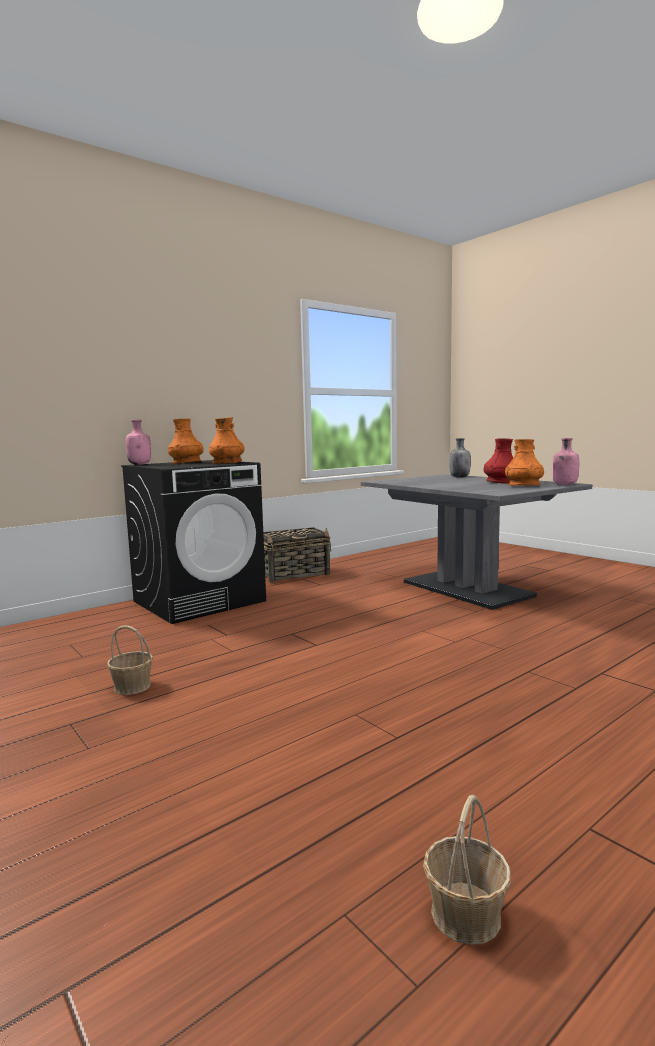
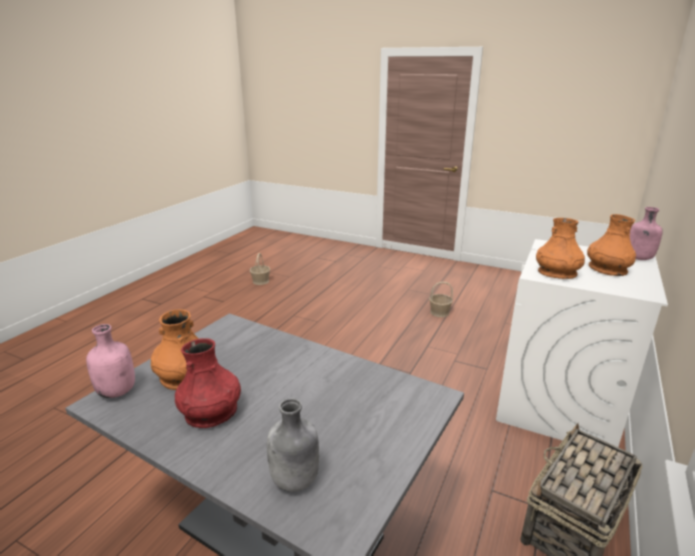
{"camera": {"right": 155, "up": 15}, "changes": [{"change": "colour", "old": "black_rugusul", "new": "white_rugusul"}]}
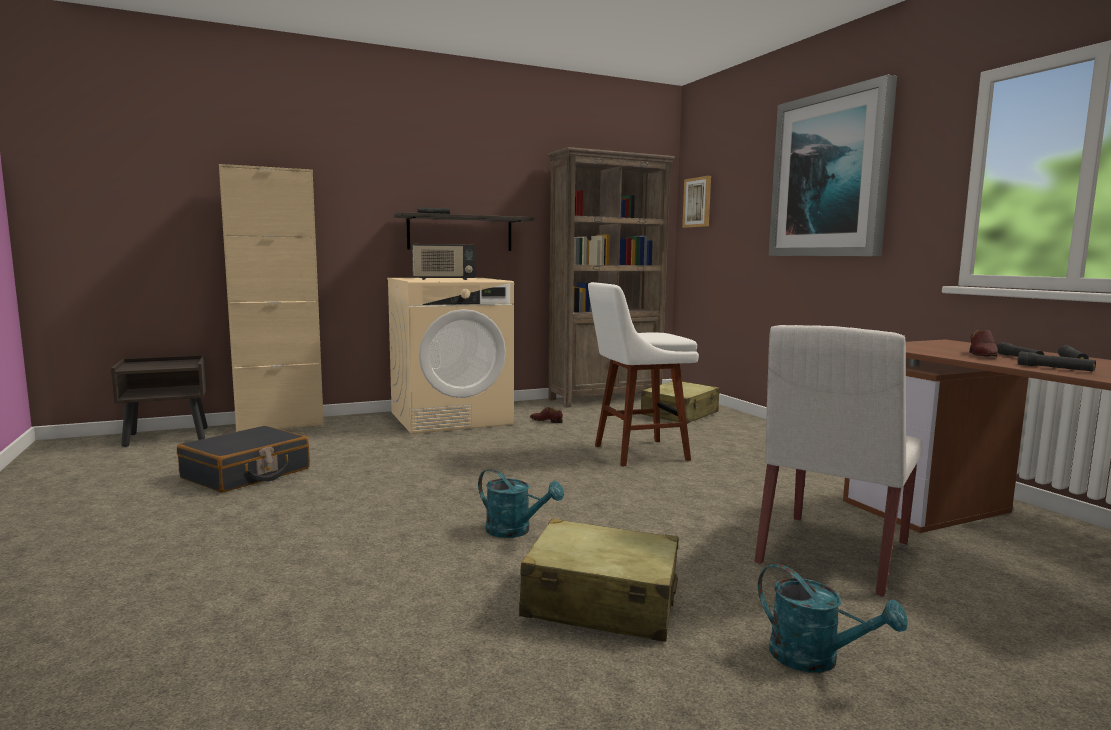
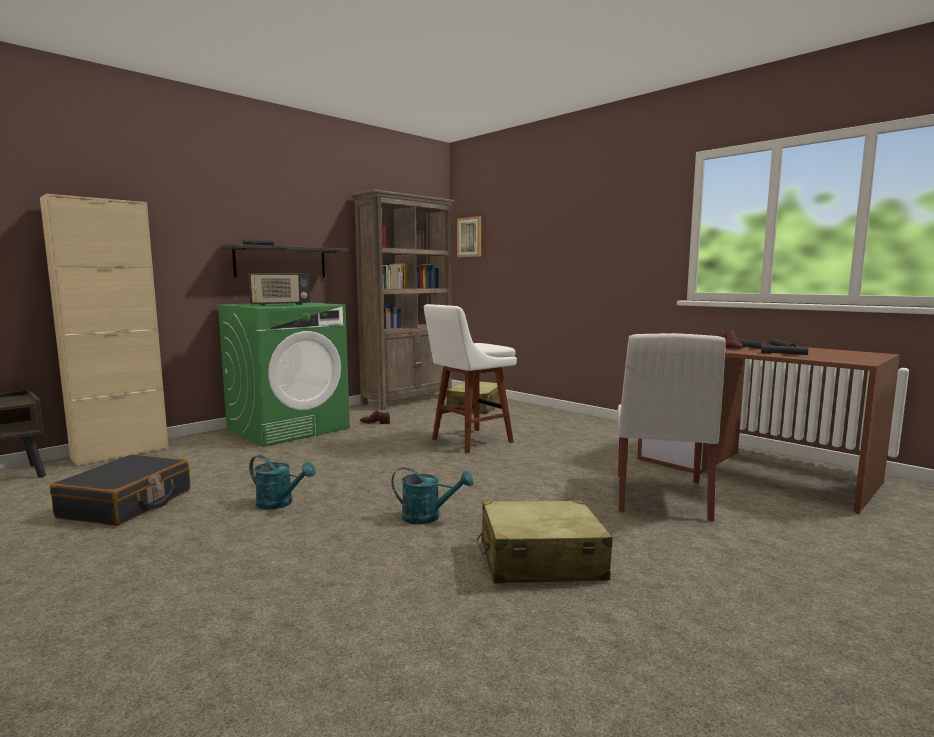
{"camera": {"right": -20, "up": 0}, "changes": [{"change": "missing", "old": "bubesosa (no. 2 from left)"}, {"change": "relocated", "old": "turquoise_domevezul (no. 2 from left in the first image)", "new": "turquoise_domevezul (no. 1 from left)"}, {"change": "colour", "old": "beige_rugusul", "new": "green_rugusul"}]}
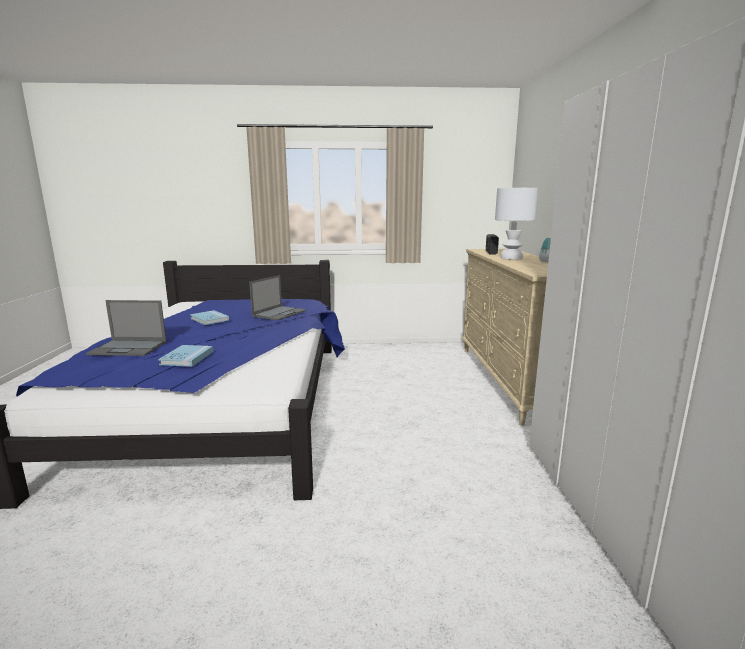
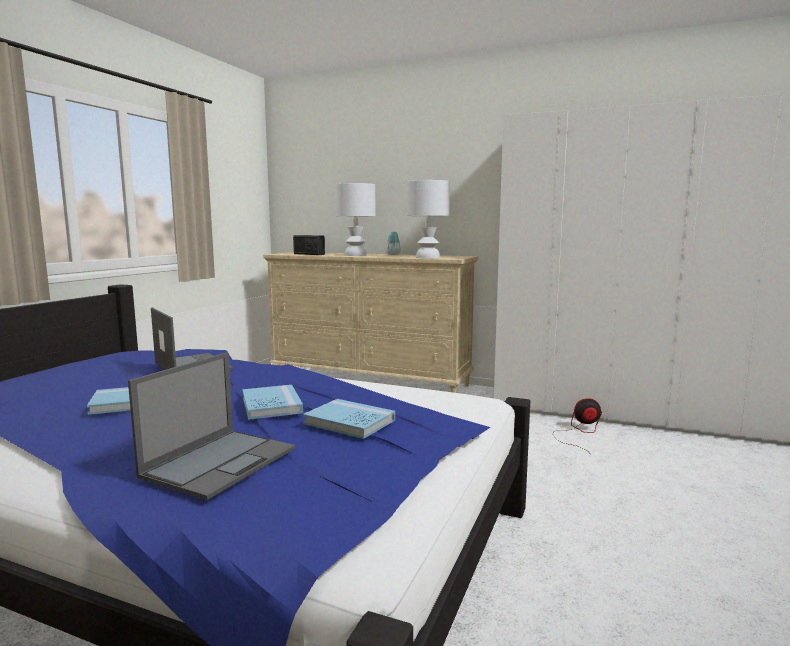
{"camera": {"right": -65, "up": -5}, "changes": [{"change": "appeared", "new": "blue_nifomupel (no. 2 from left)"}, {"change": "appeared", "new": "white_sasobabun (no. 2 from left)"}, {"change": "appeared", "new": "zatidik"}]}
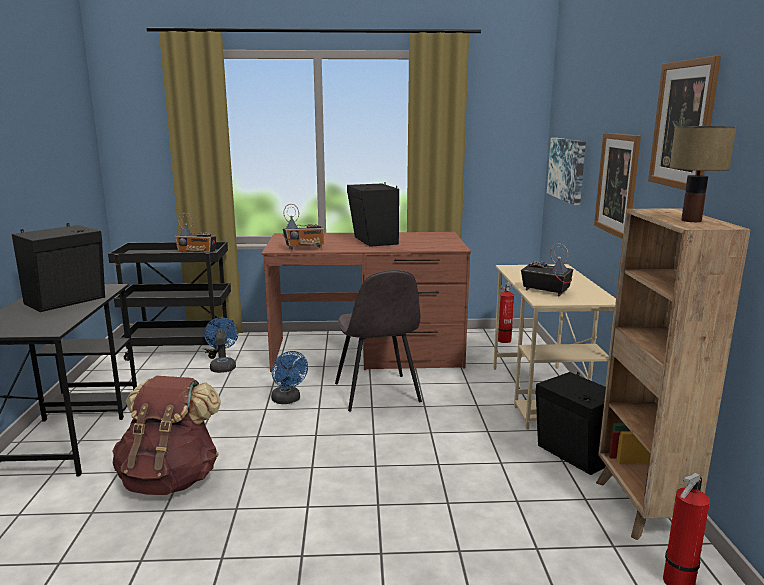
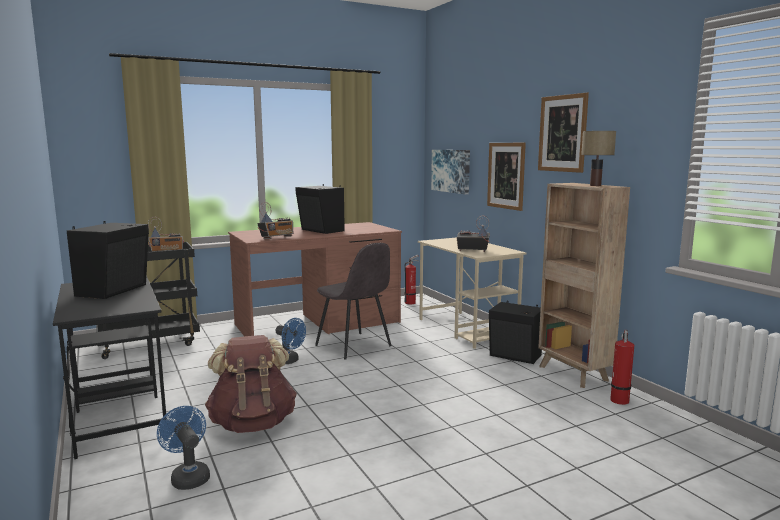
{"camera": {"right": -25, "up": -5}, "changes": [{"change": "relocated", "old": "blue_zatidik (no. 1 from left)"}]}
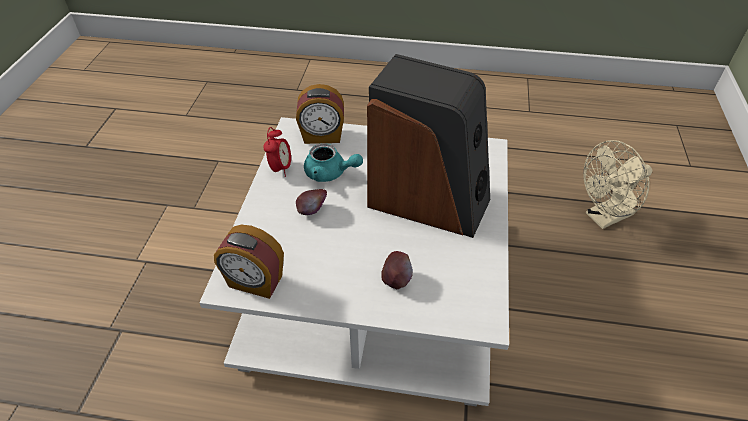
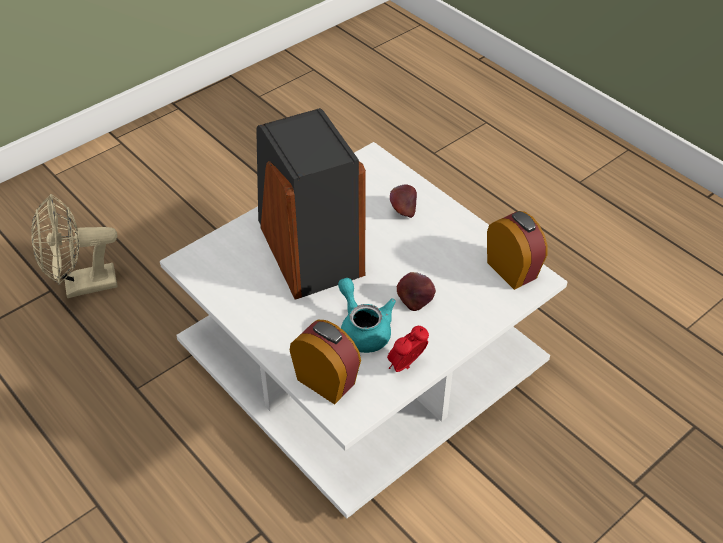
{"camera": {"right": -140, "up": 0}, "changes": [{"change": "spun", "old": "beige_zatidik", "degrees": 150}]}
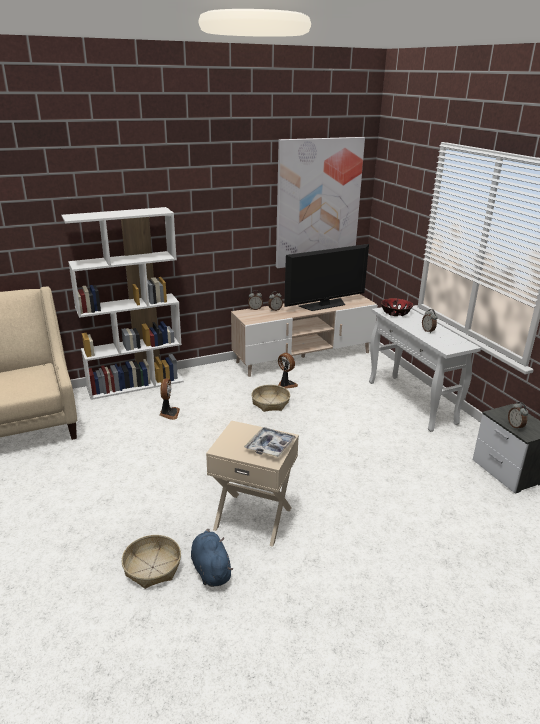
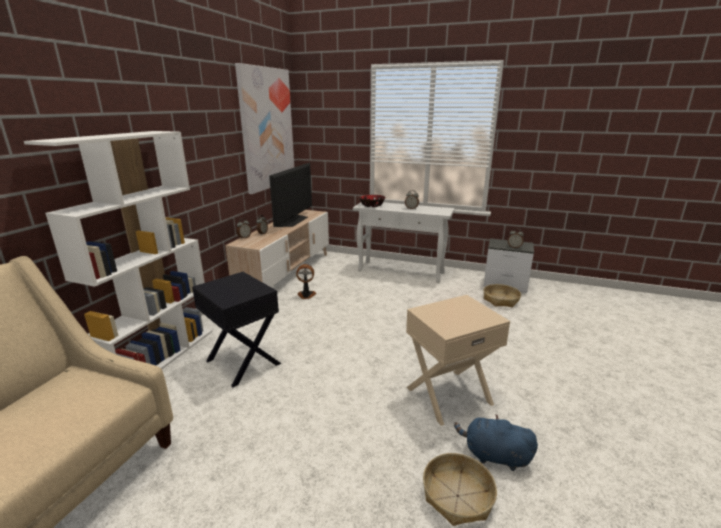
{"camera": {"right": -45, "up": -5}, "changes": [{"change": "missing", "old": "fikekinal"}, {"change": "relocated", "old": "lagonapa (no. 2 from left)"}, {"change": "exchanged", "old": "zatidik (no. 1 from left)", "new": "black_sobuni"}]}
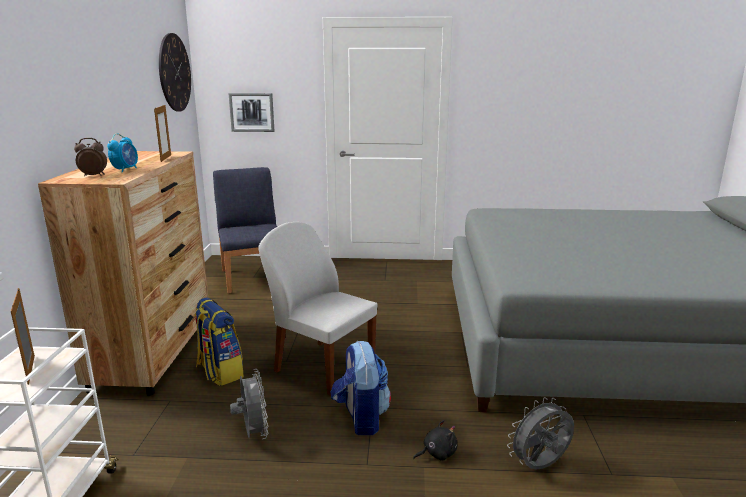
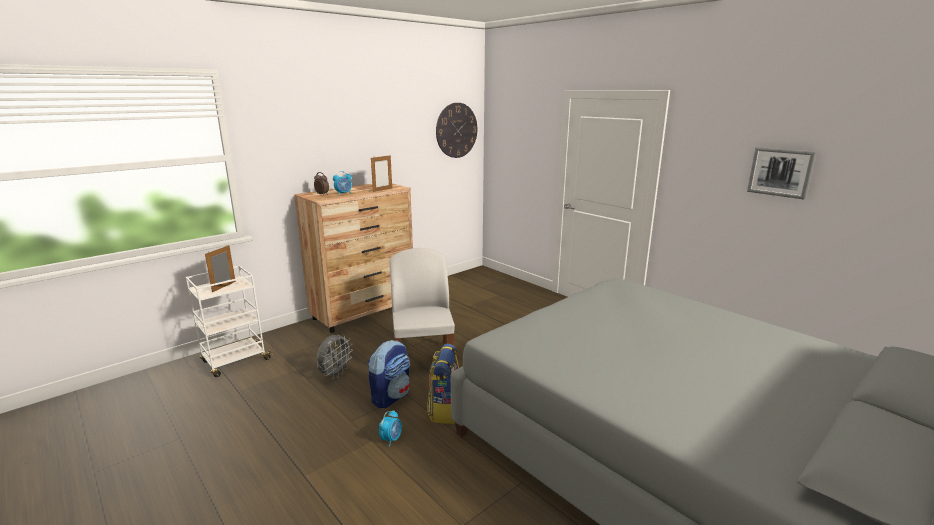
{"camera": {"right": 45, "up": 0}, "changes": [{"change": "missing", "old": "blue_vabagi"}, {"change": "missing", "old": "grey_zatidik (no. 2 from left)"}, {"change": "relocated", "old": "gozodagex (no. 1 from left in the first image)", "new": "gozodagex (no. 2 from left)"}, {"change": "relocated", "old": "bubesosa"}, {"change": "exchanged", "old": "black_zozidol", "new": "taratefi (no. 3 from left)"}]}
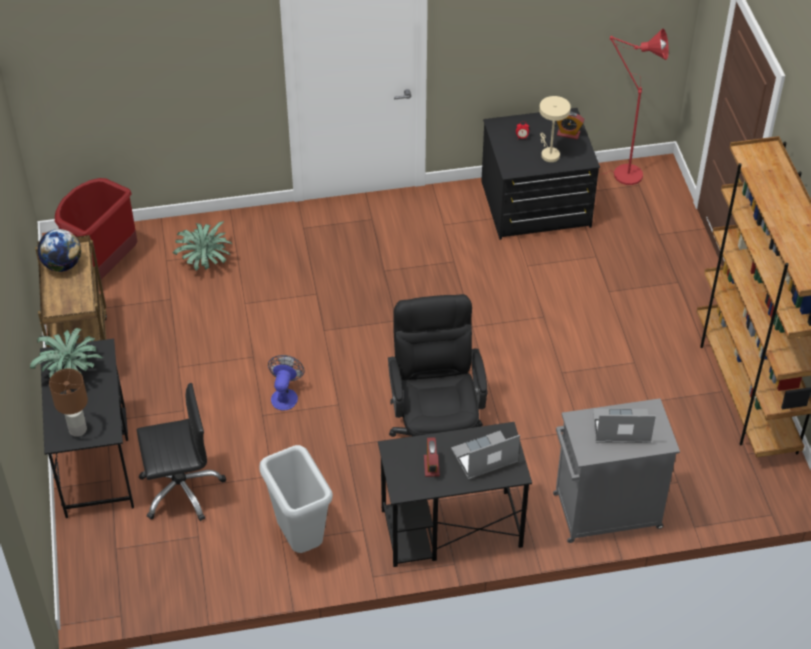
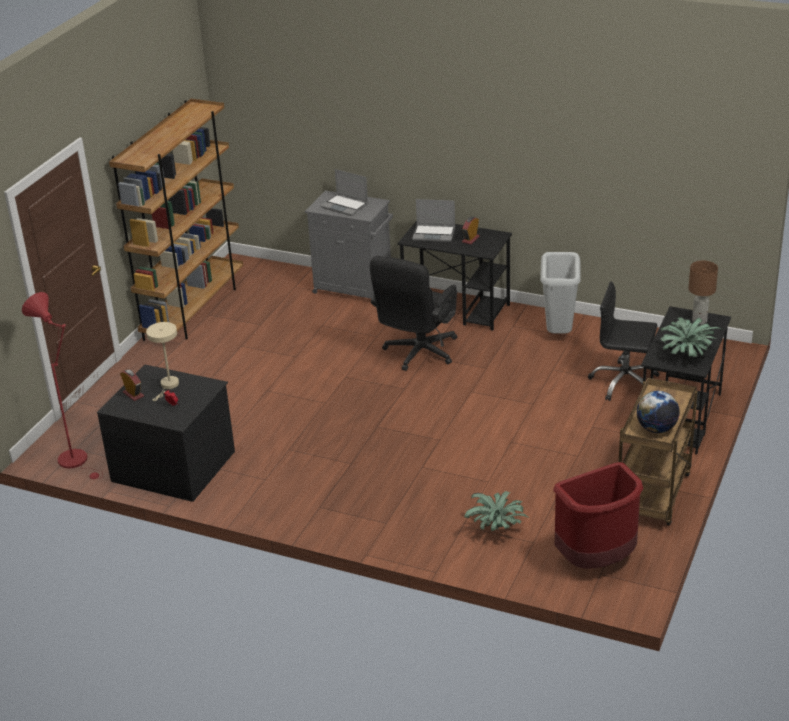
{"camera": {"right": -145, "up": -15}, "changes": [{"change": "missing", "old": "zatidik"}]}
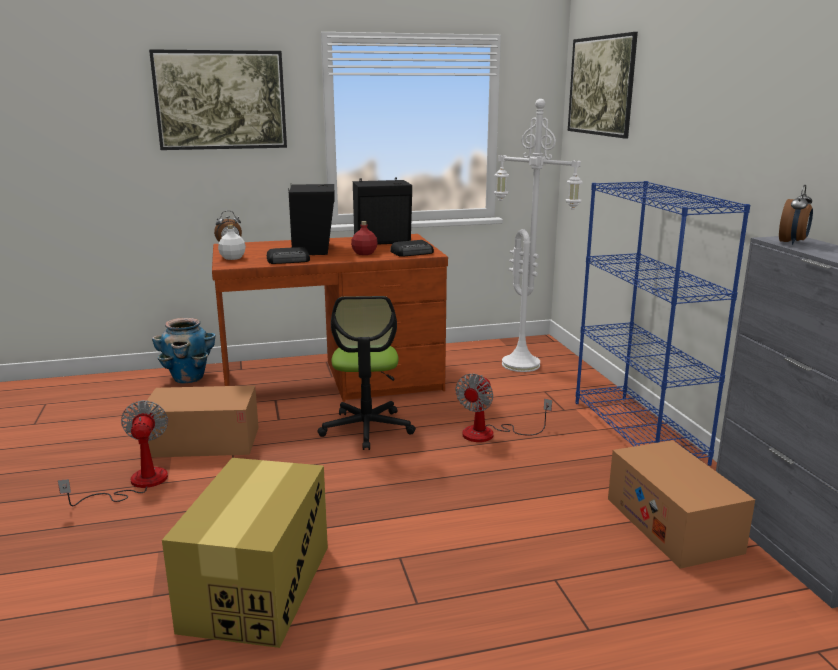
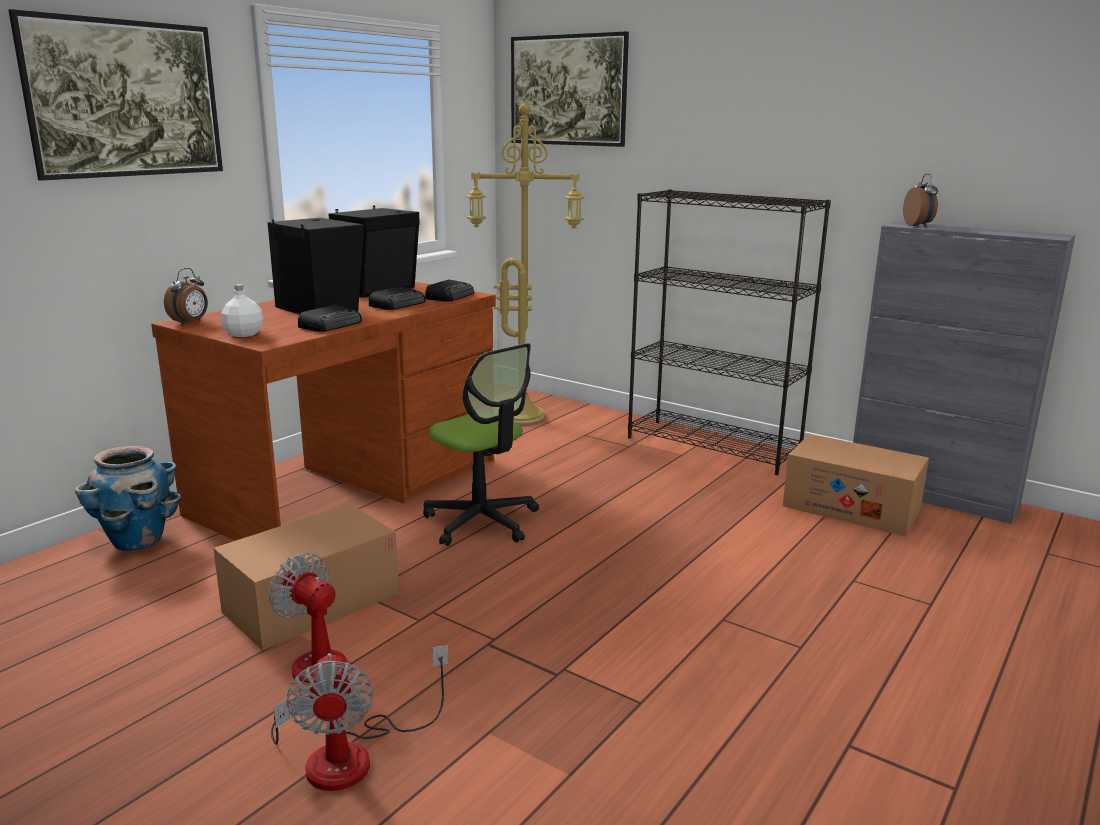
{"camera": {"right": -40, "up": 0}, "changes": [{"change": "missing", "old": "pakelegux (no. 2 from left)"}, {"change": "relocated", "old": "zatidik (no. 2 from left)"}, {"change": "exchanged", "old": "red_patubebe", "new": "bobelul (no. 2 from left)"}, {"change": "colour", "old": "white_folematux", "new": "yellow_folematux"}, {"change": "colour", "old": "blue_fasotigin", "new": "black_fasotigin"}]}
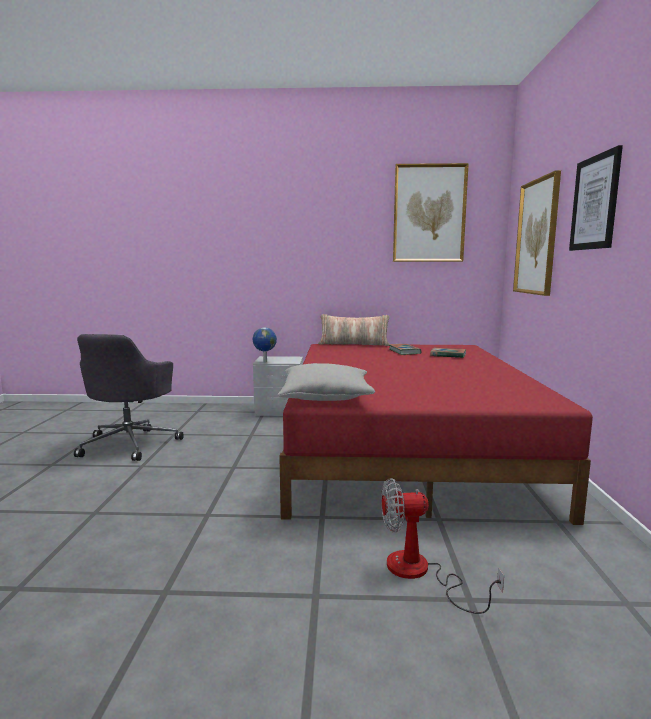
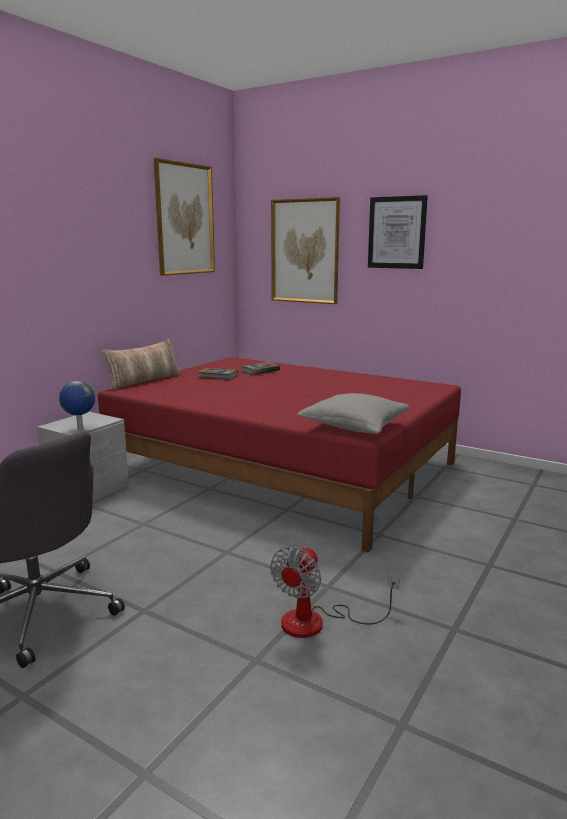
{"camera": {"right": -60, "up": 5}, "changes": [{"change": "relocated", "old": "zatidik"}]}
